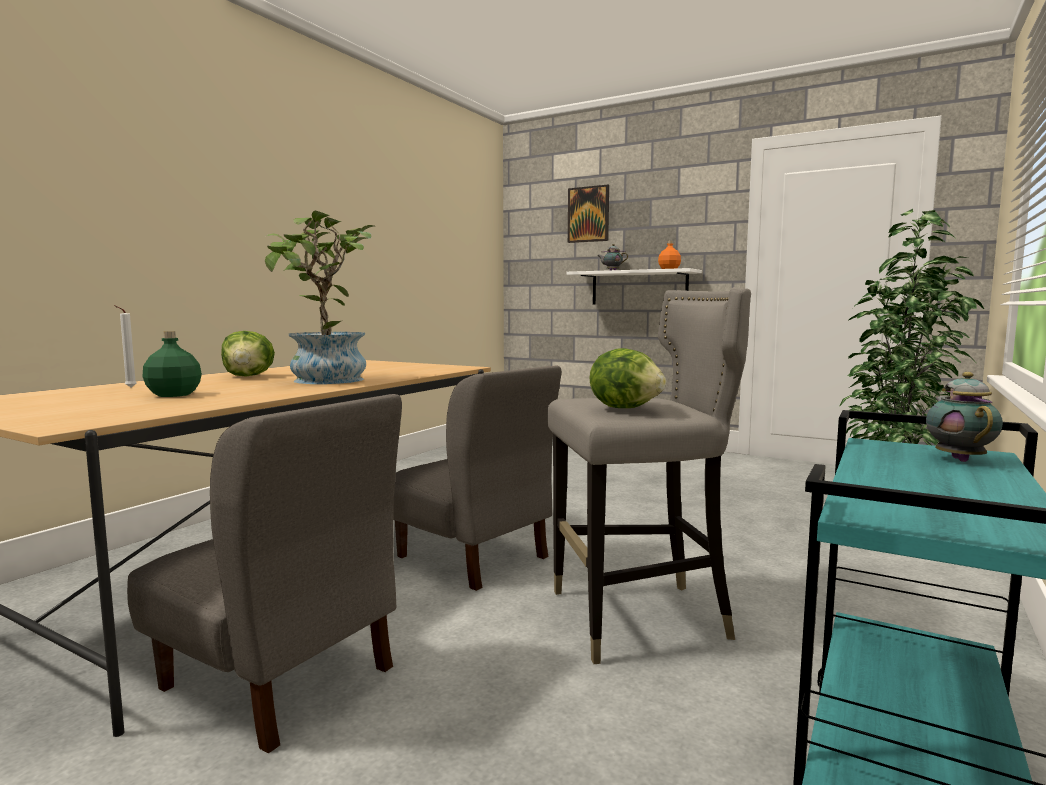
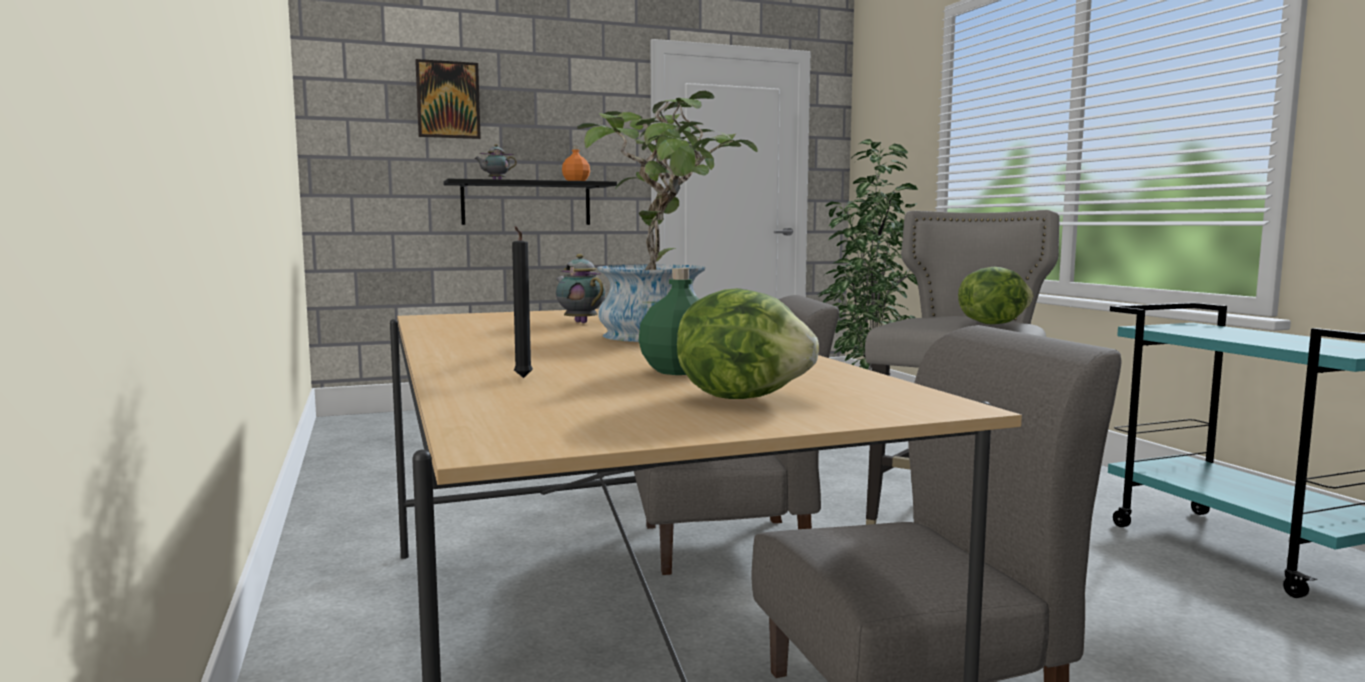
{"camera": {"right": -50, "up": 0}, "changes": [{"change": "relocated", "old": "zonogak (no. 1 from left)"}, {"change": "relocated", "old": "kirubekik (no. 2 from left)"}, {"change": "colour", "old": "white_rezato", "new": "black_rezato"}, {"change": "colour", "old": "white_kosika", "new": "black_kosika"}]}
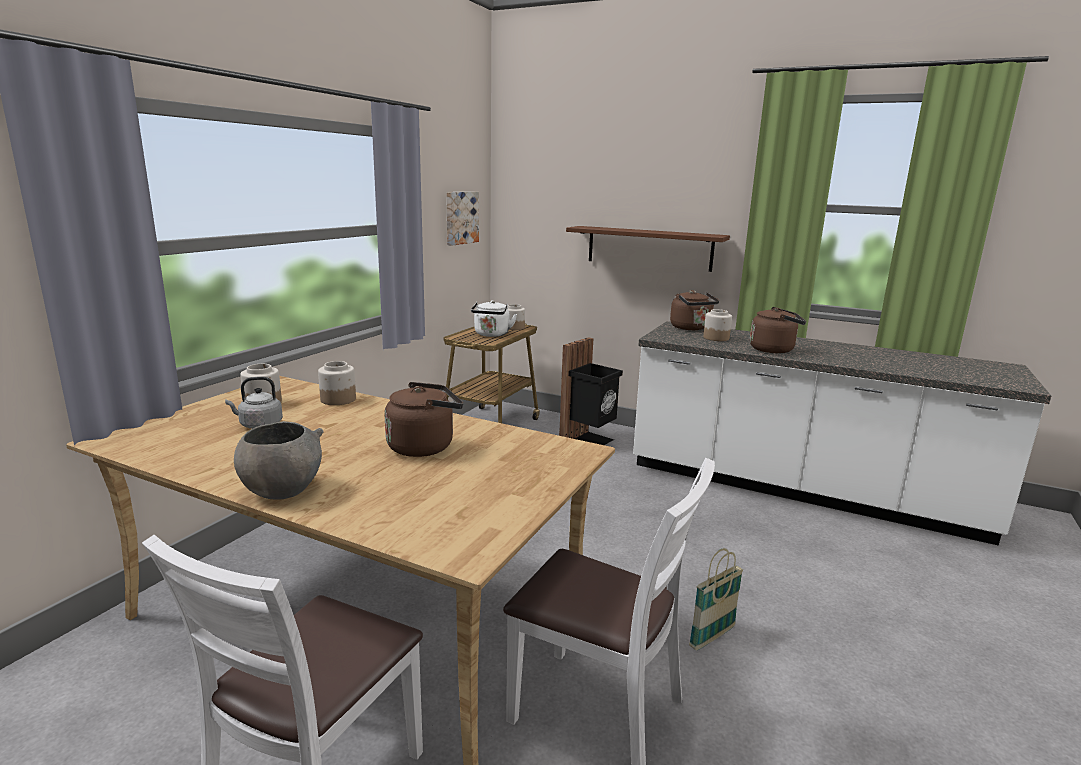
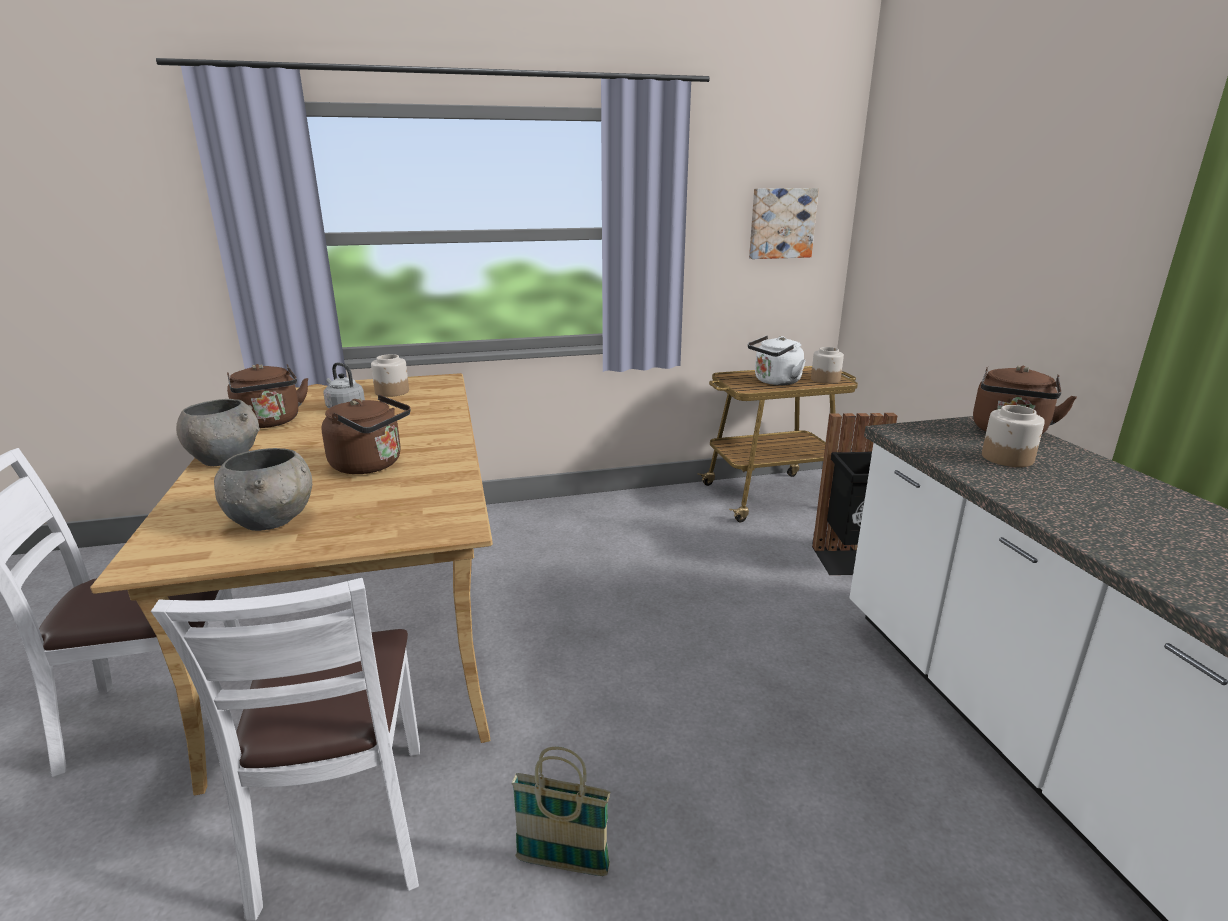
{"camera": {"right": 50, "up": 5}, "changes": [{"change": "missing", "old": "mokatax (no. 2 from left)"}, {"change": "missing", "old": "brown_kosika"}, {"change": "appeared", "new": "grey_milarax (no. 2 from left)"}, {"change": "relocated", "old": "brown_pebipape (no. 3 from left in the first image)", "new": "brown_pebipape (no. 1 from left)"}]}
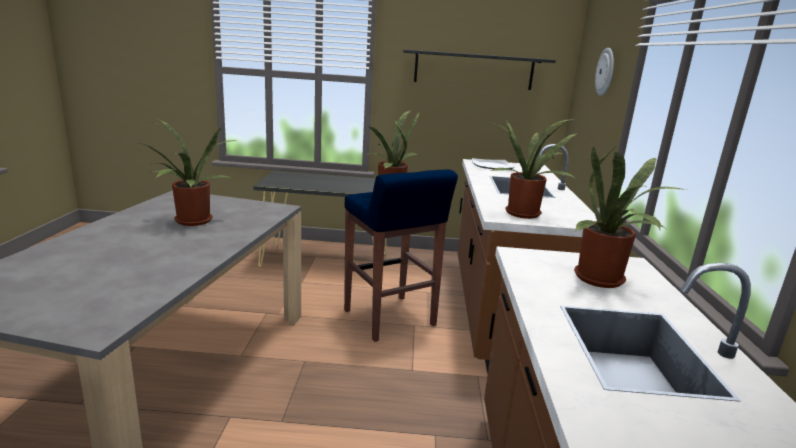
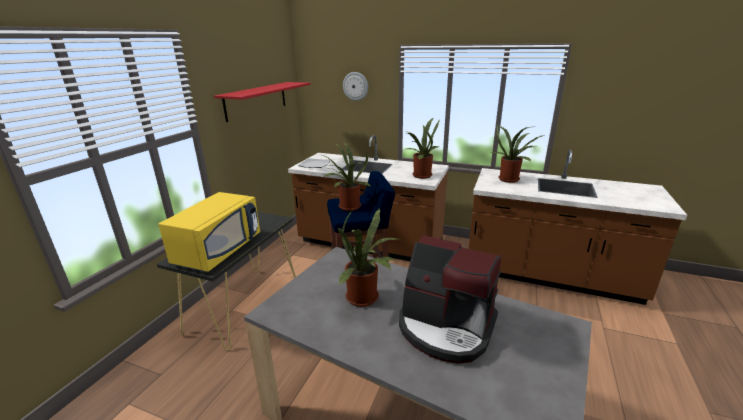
{"camera": {"right": -70, "up": 5}, "changes": [{"change": "appeared", "new": "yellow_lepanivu"}, {"change": "appeared", "new": "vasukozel"}, {"change": "colour", "old": "black_kosika", "new": "red_kosika"}]}
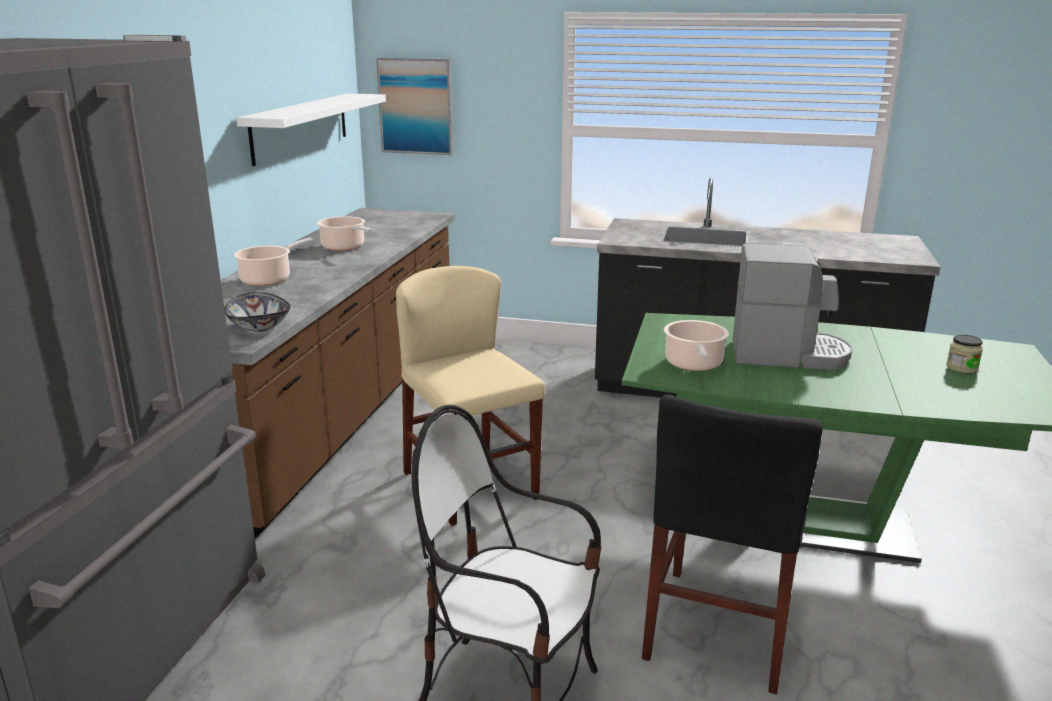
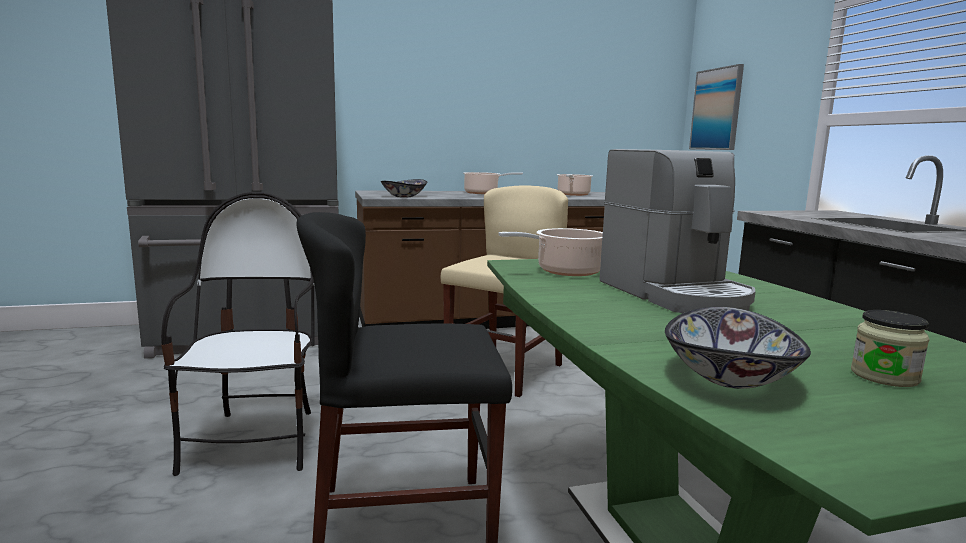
{"camera": {"right": 60, "up": -10}, "changes": [{"change": "missing", "old": "white_kosika"}, {"change": "appeared", "new": "milarax (no. 2 from left)"}]}
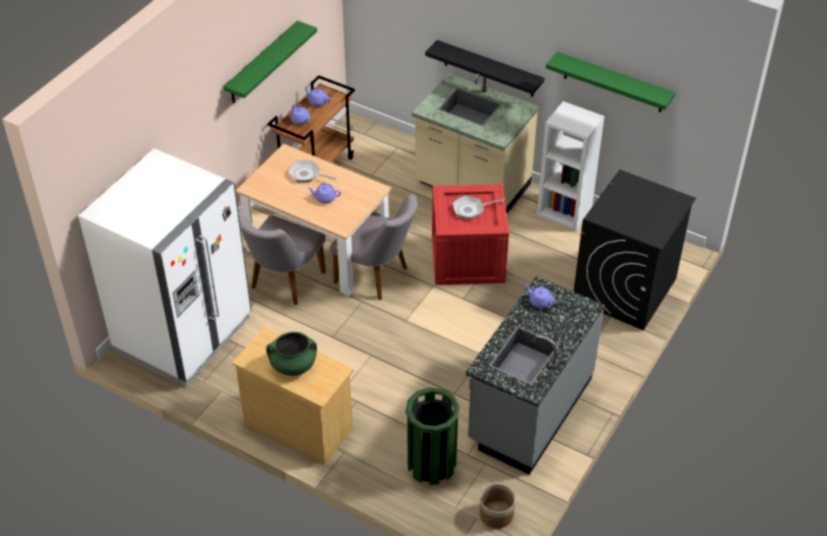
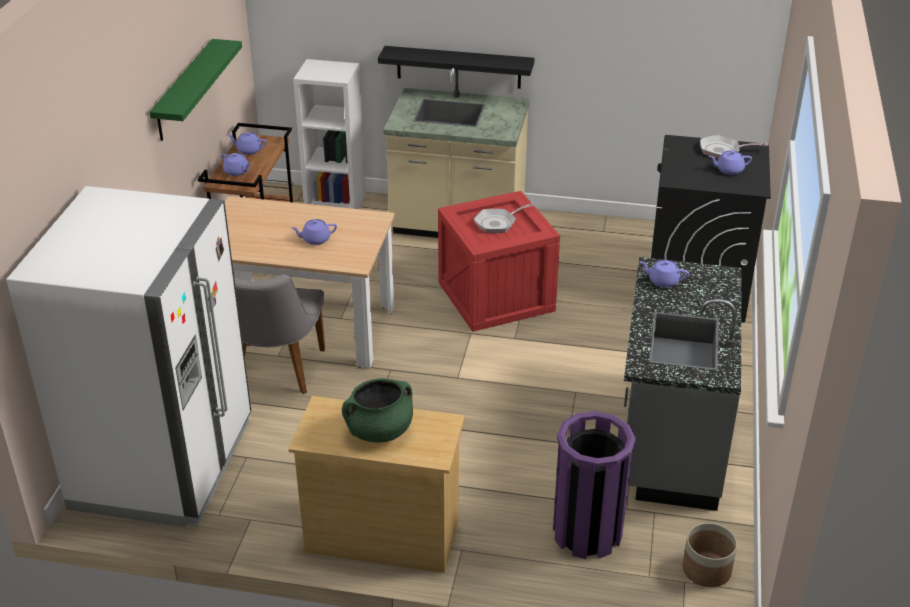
{"camera": {"right": -20, "up": -10}, "changes": [{"change": "missing", "old": "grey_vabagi (no. 2 from left)"}, {"change": "missing", "old": "green_kosika (no. 2 from left)"}, {"change": "appeared", "new": "purple_kirubekik (no. 5 from left)"}, {"change": "relocated", "old": "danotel (no. 1 from left in the first image)", "new": "danotel (no. 2 from left)"}, {"change": "relocated", "old": "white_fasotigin"}, {"change": "colour", "old": "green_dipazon", "new": "purple_dipazon"}]}
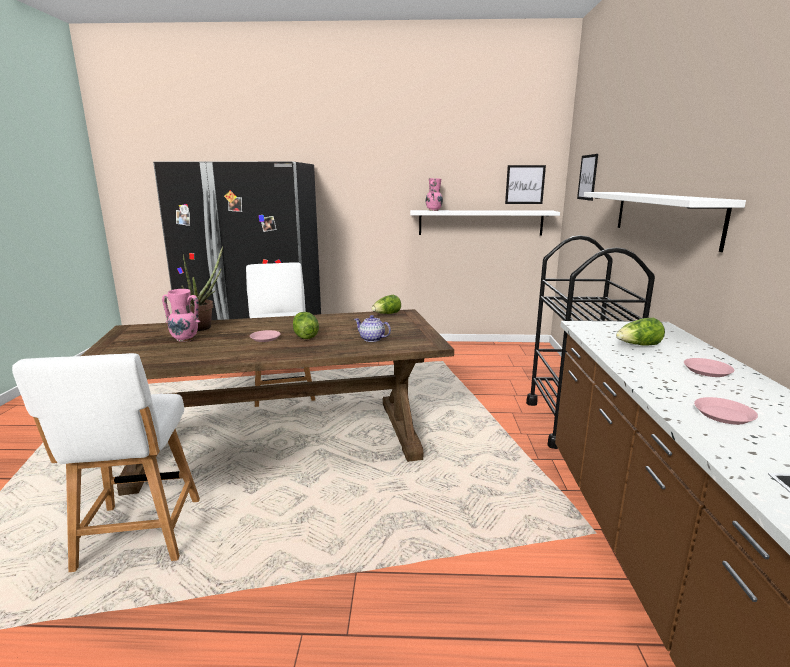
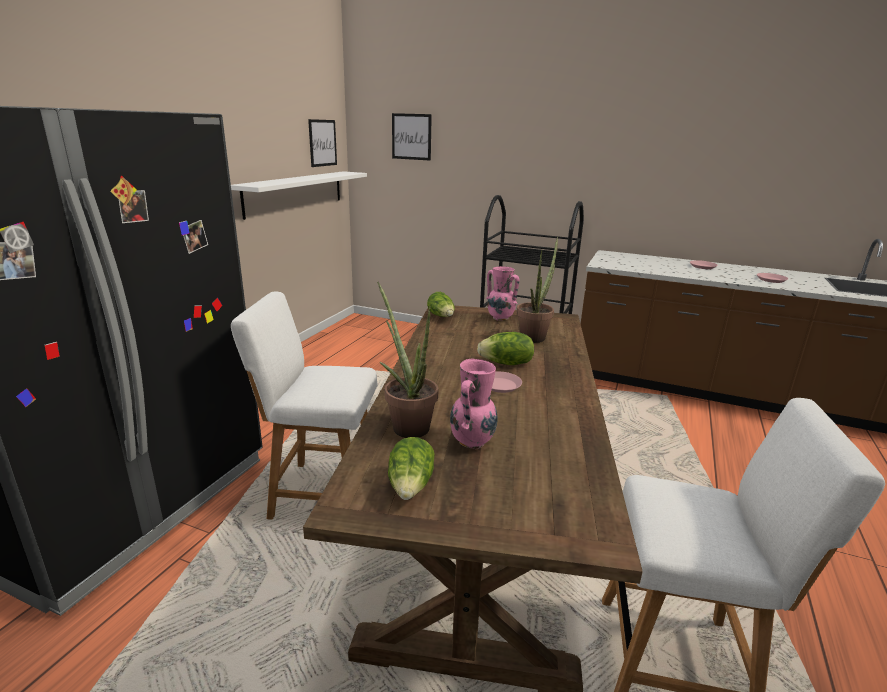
{"camera": {"right": -70, "up": 5}, "changes": [{"change": "missing", "old": "white_kosika (no. 2 from left)"}, {"change": "relocated", "old": "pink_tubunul (no. 2 from left)"}, {"change": "relocated", "old": "zonogak (no. 3 from left in the first image)", "new": "zonogak (no. 1 from left)"}, {"change": "exchanged", "old": "kirubekik", "new": "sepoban (no. 2 from left)"}]}
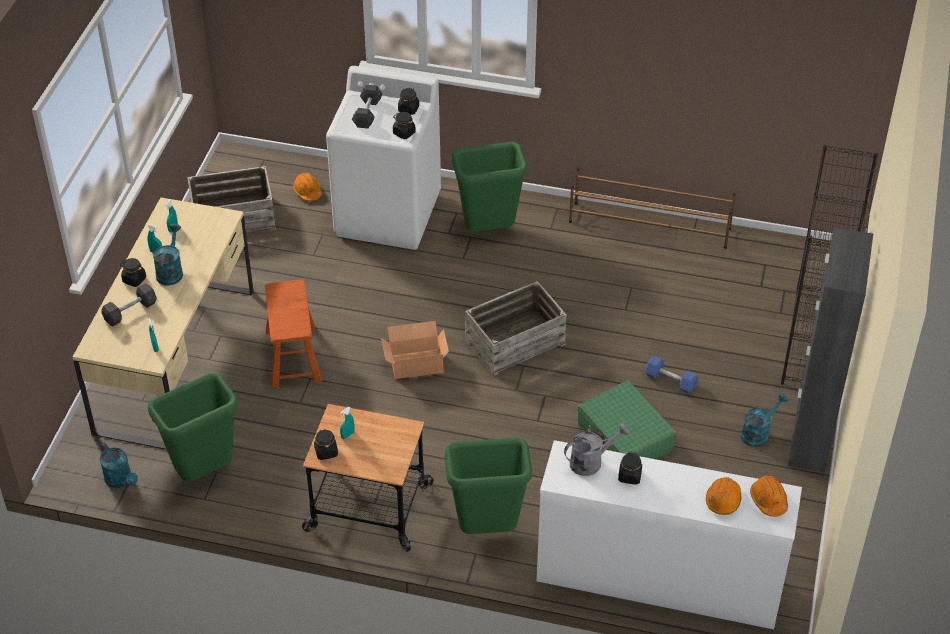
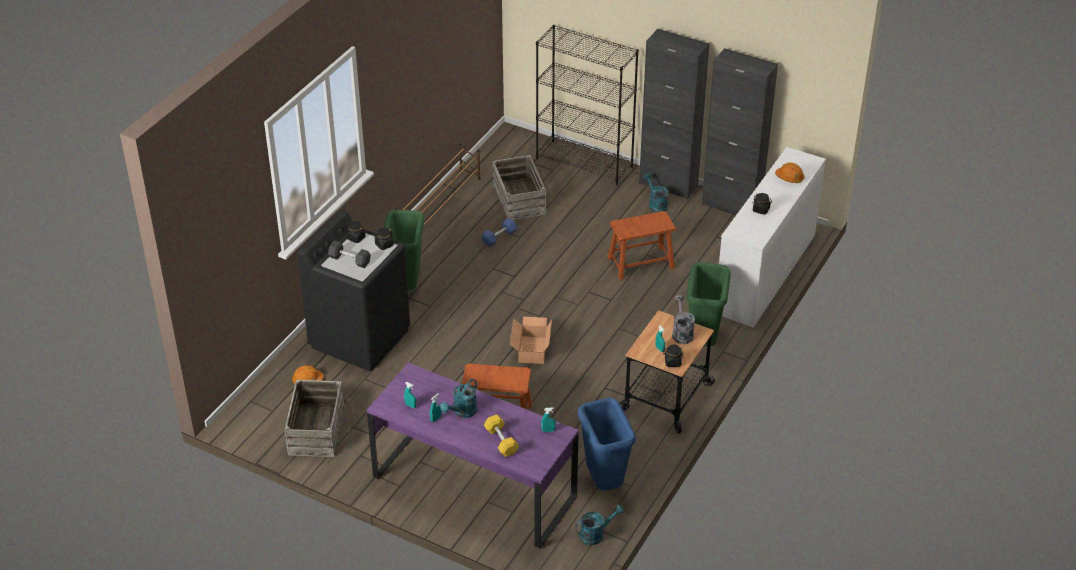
{"camera": {"right": -75, "up": -5}, "changes": [{"change": "missing", "old": "black_mokatax (no. 1 from left)"}, {"change": "missing", "old": "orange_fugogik (no. 3 from left)"}, {"change": "appeared", "new": "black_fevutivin (no. 2 from left)"}, {"change": "relocated", "old": "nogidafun (no. 2 from left)"}, {"change": "relocated", "old": "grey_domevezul"}, {"change": "relocated", "old": "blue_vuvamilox"}, {"change": "exchanged", "old": "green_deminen", "new": "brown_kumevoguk (no. 2 from left)"}, {"change": "colour", "old": "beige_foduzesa", "new": "purple_foduzesa"}, {"change": "colour", "old": "grey_vuvamilox (no. 1 from left)", "new": "yellow_vuvamilox"}, {"change": "colour", "old": "green_dipazon (no. 1 from left)", "new": "blue_dipazon"}, {"change": "colour", "old": "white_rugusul", "new": "black_rugusul"}, {"change": "spun", "old": "turquoise_domevezul (no. 2 from left in the first image)", "degrees": -75}]}
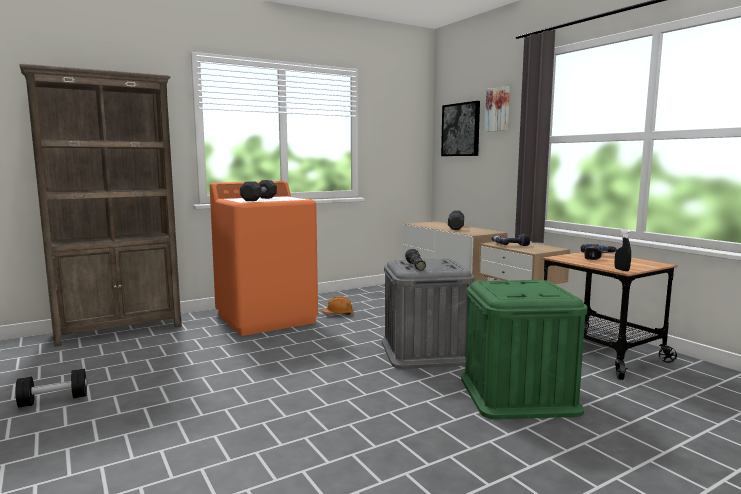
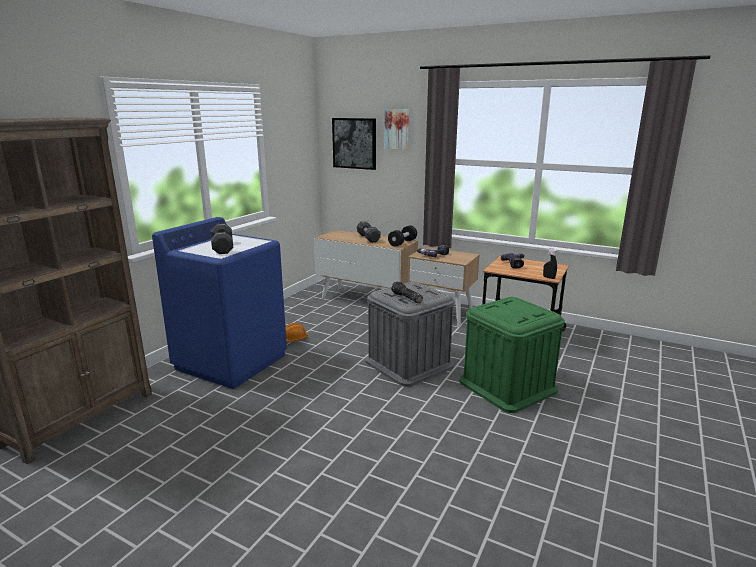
{"camera": {"right": -30, "up": 10}, "changes": [{"change": "relocated", "old": "black_vuvamilox (no. 1 from left in the first image)", "new": "black_vuvamilox (no. 3 from left)"}, {"change": "colour", "old": "orange_rugusul", "new": "blue_rugusul"}]}
